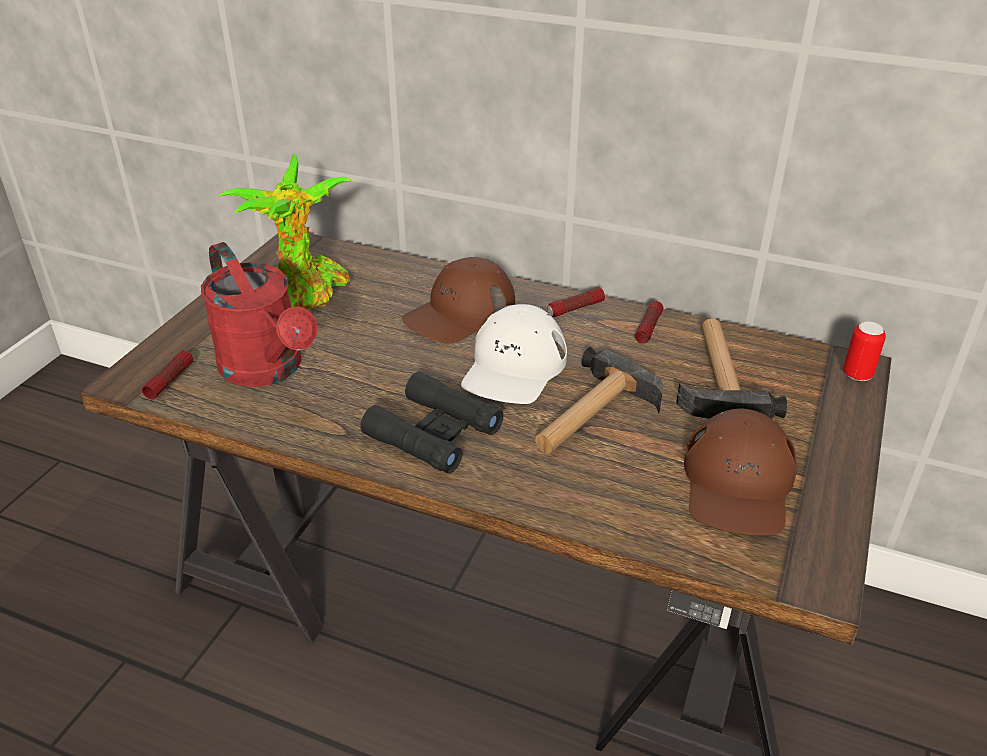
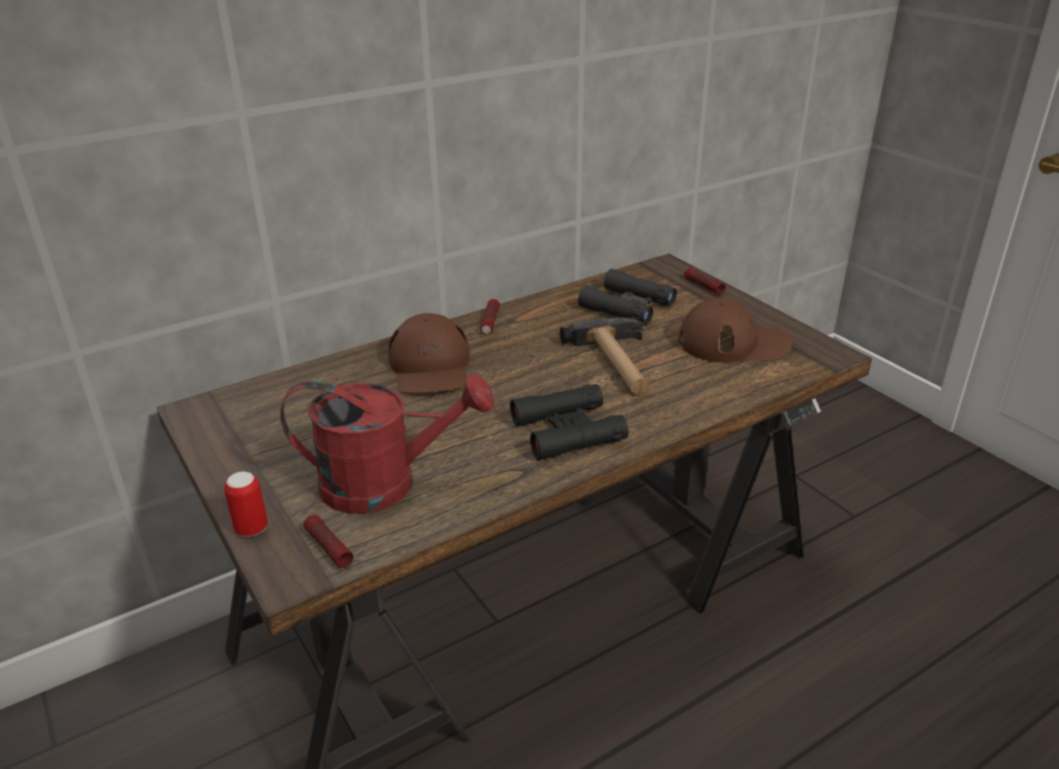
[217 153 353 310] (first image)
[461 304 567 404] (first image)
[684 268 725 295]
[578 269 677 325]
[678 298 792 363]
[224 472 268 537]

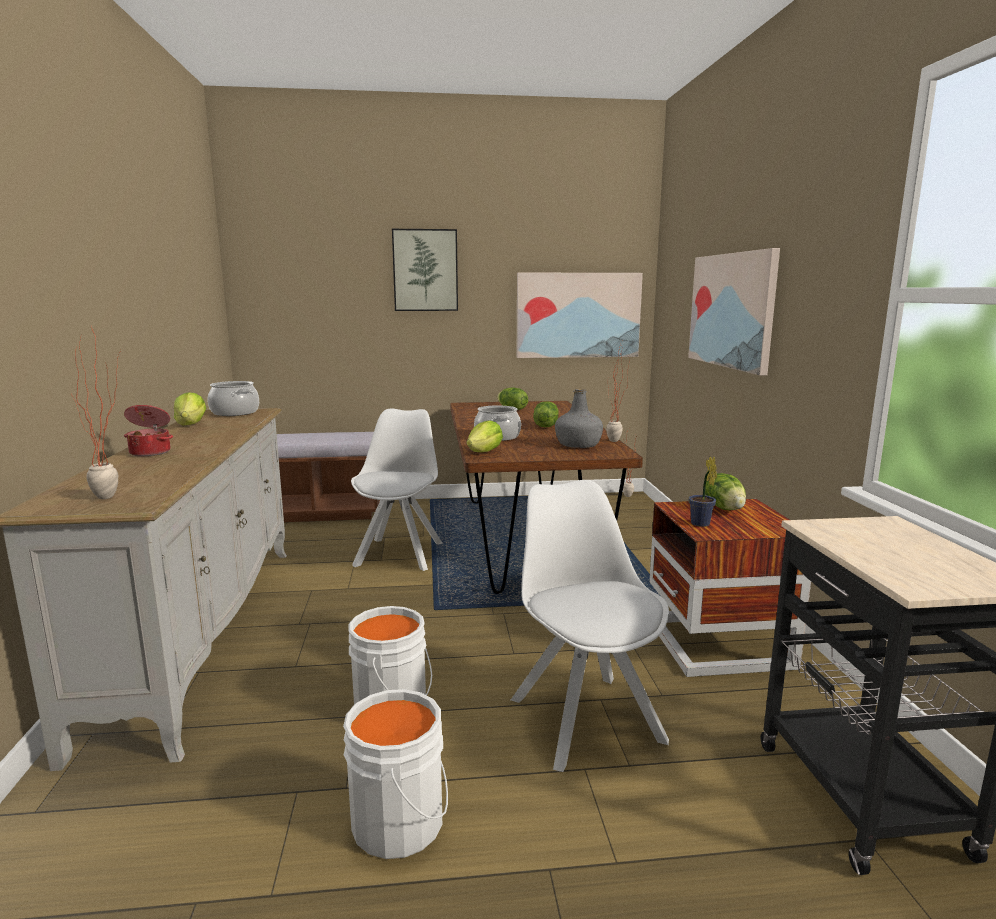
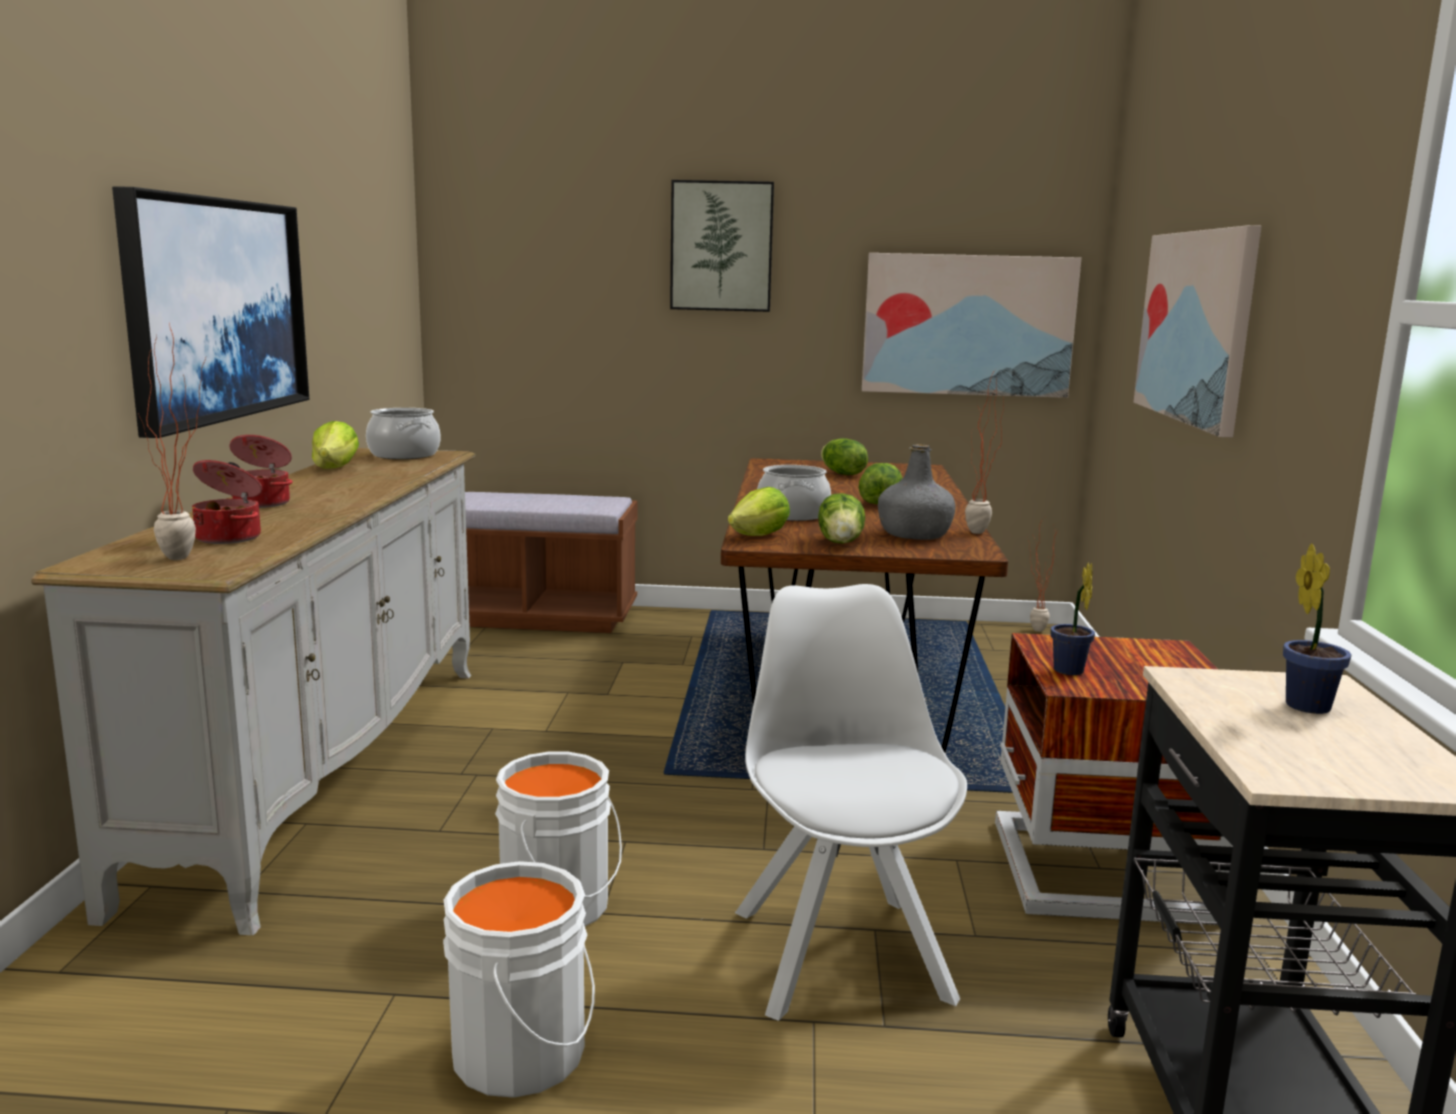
[351 409 443 571] (first image)
[818 493 865 544]
[112 186 309 438]
[192 460 262 544]
[1283 544 1352 714]

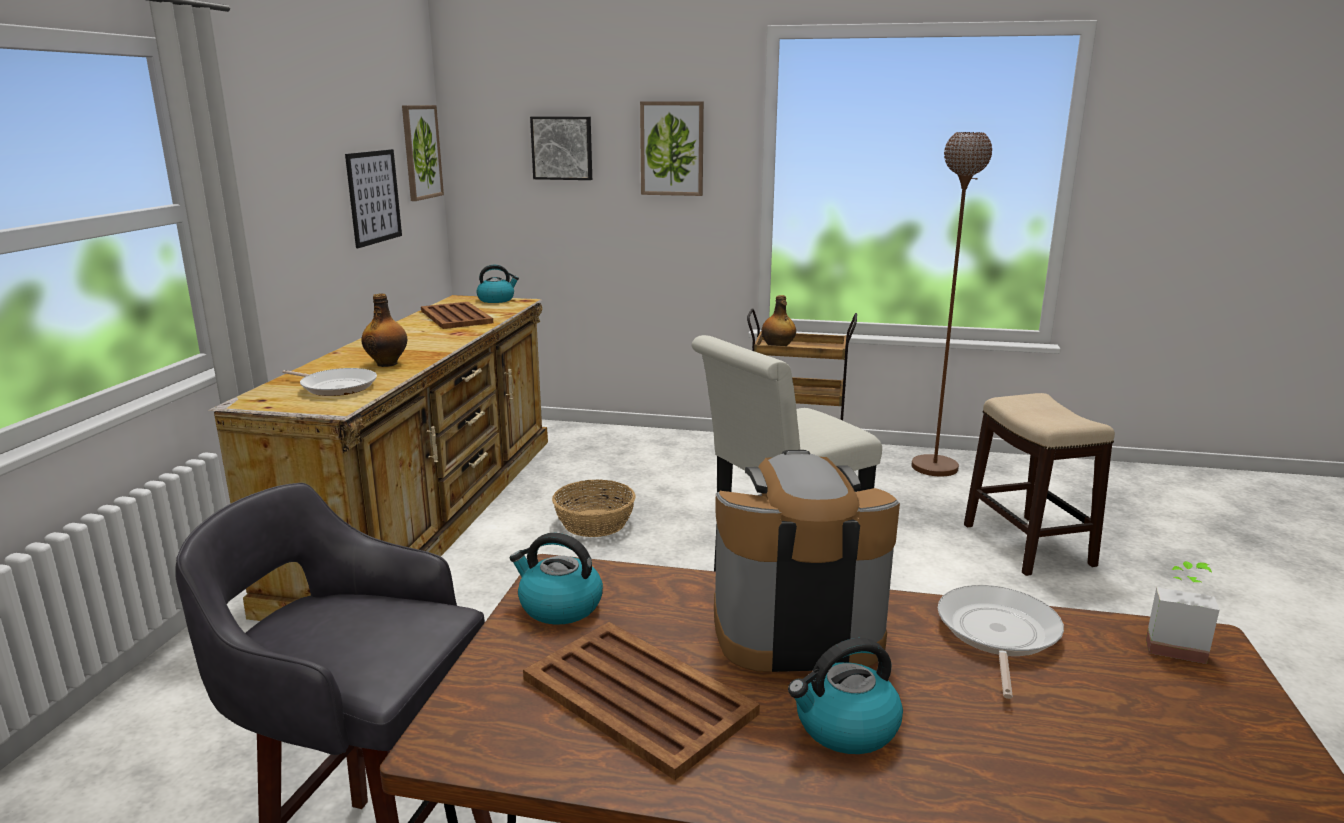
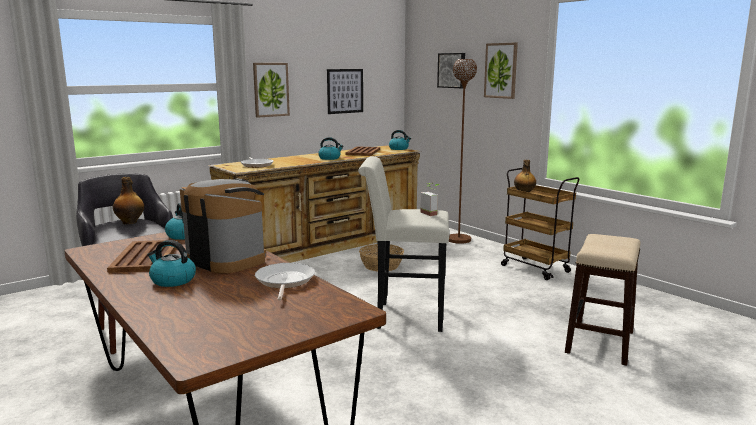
[113 177 144 225]
[253 63 290 118]
[449 59 477 244]
[255 263 315 301]
[420 183 440 216]
[318 137 344 160]

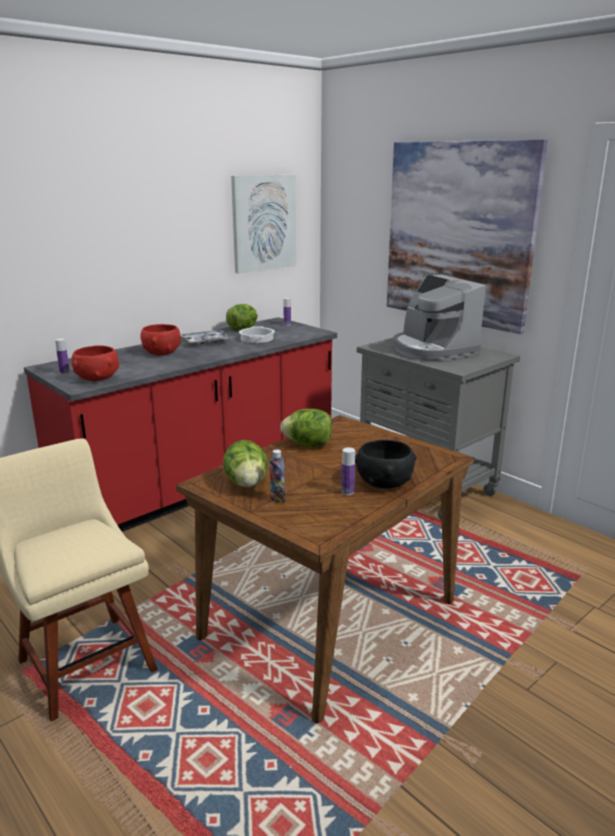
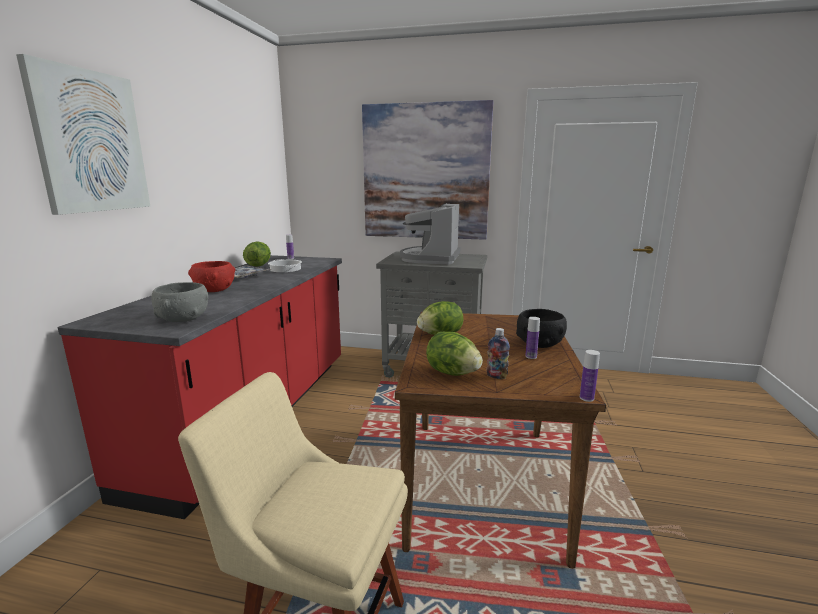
[580 350 600 402]
[151 282 208 322]
[16 54 150 215]
[400 203 460 264]

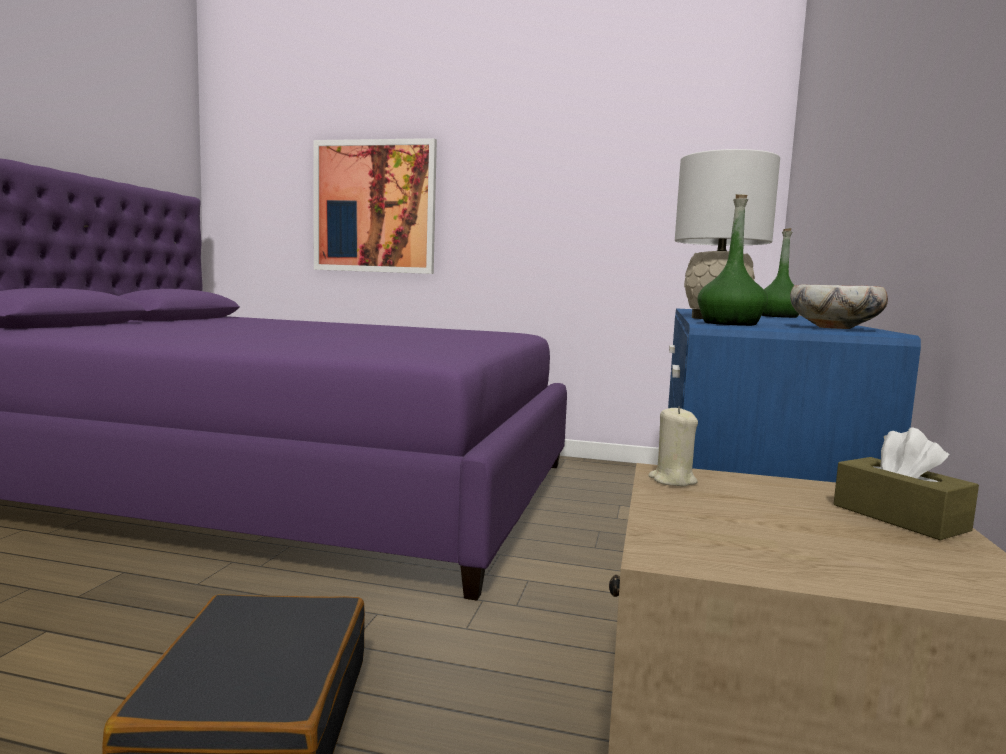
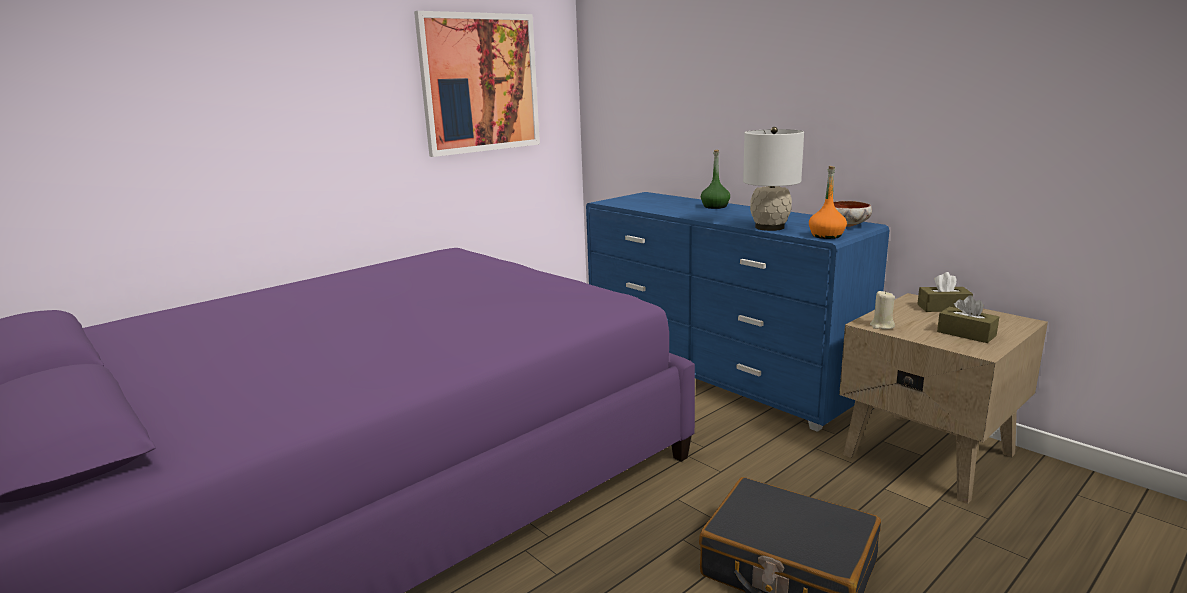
[414 11 540 157]
[809 166 847 239]
[937 296 999 343]

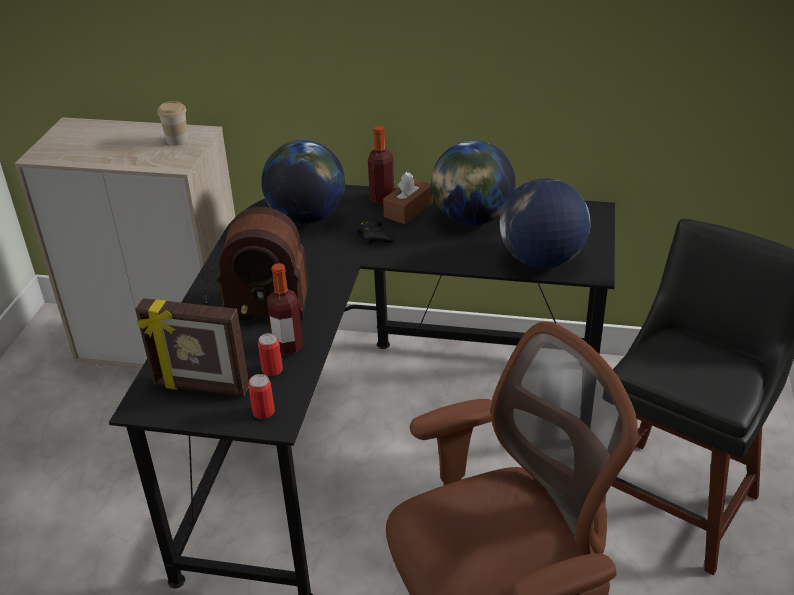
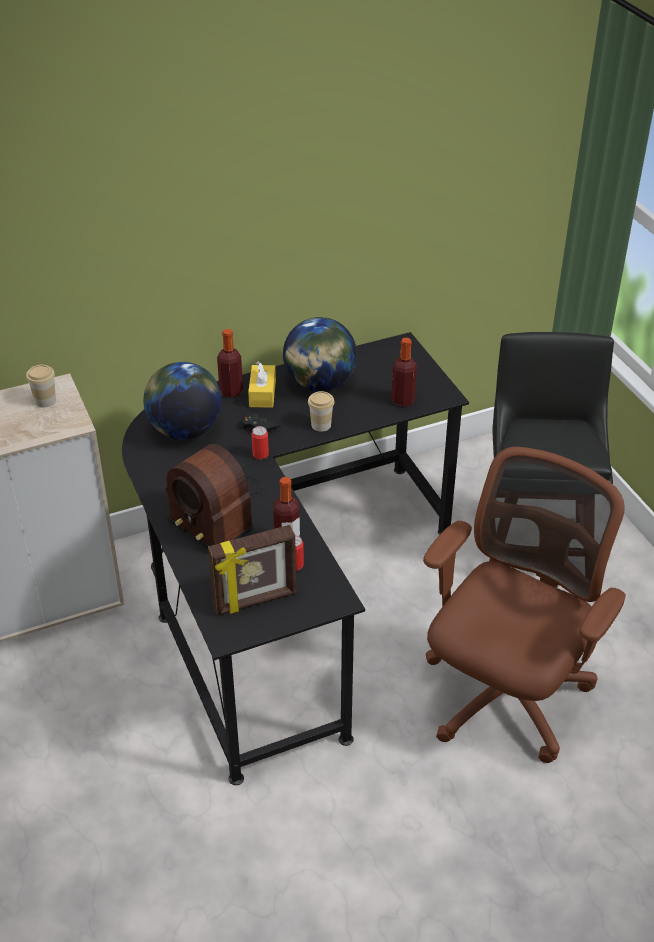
[166 444 264 549]
[252 426 269 459]
[248 362 276 408]
[391 338 417 407]
[308 391 335 432]

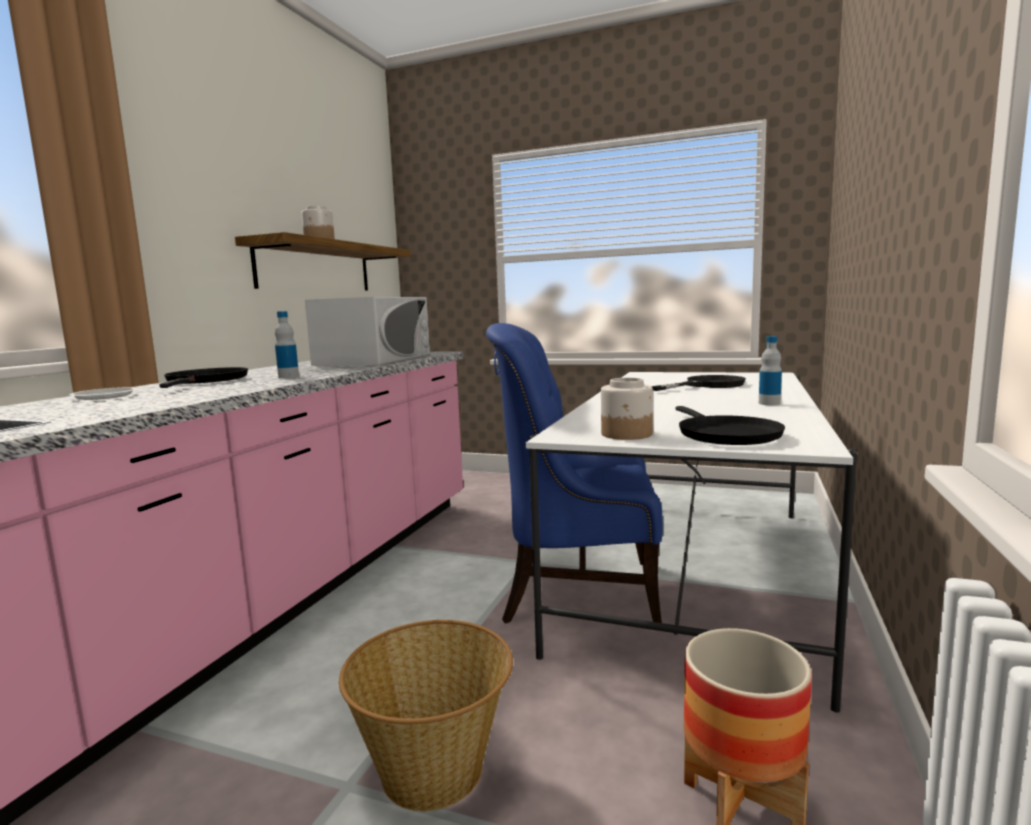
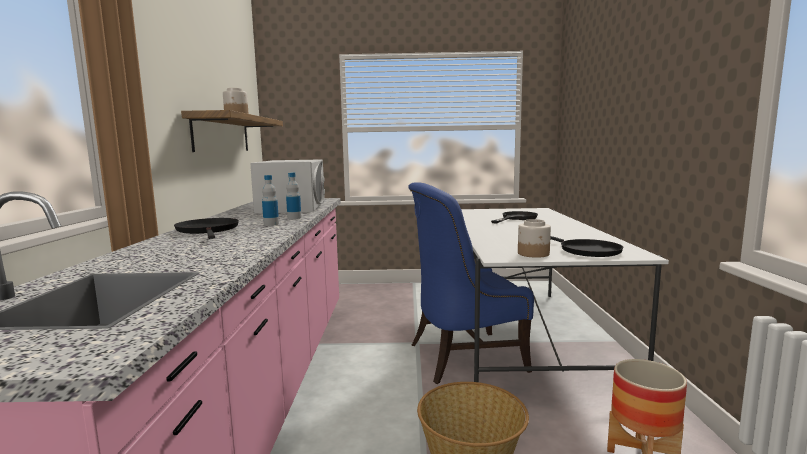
[69 387 137 400] (first image)
[286 173 301 219]

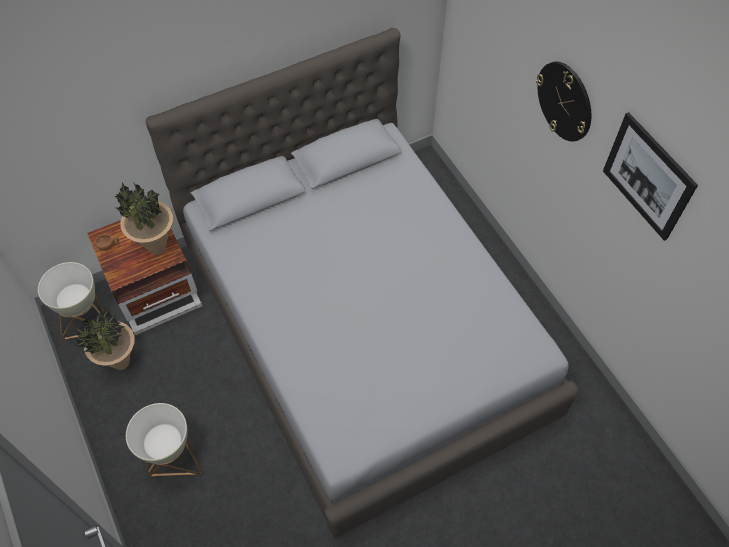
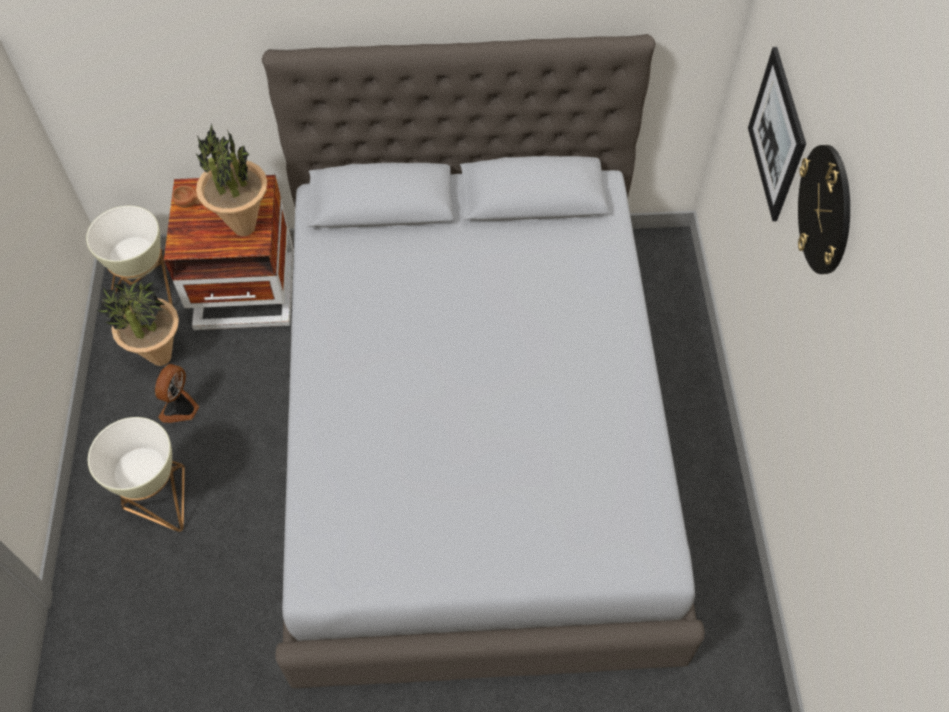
[748 47 806 221]
[155 364 199 423]

